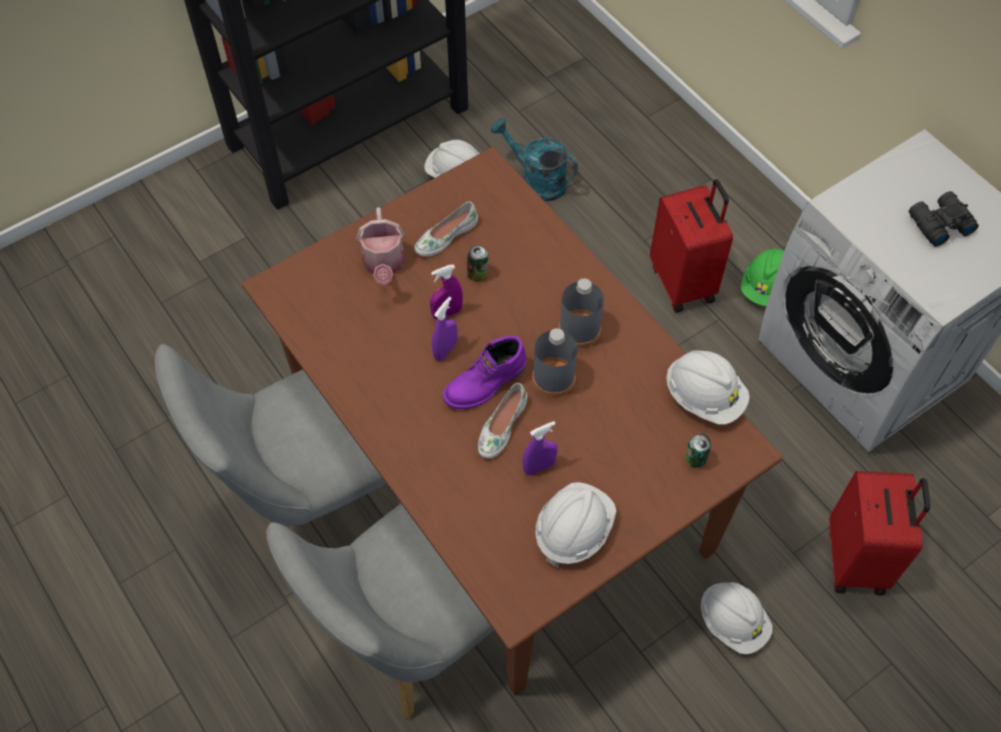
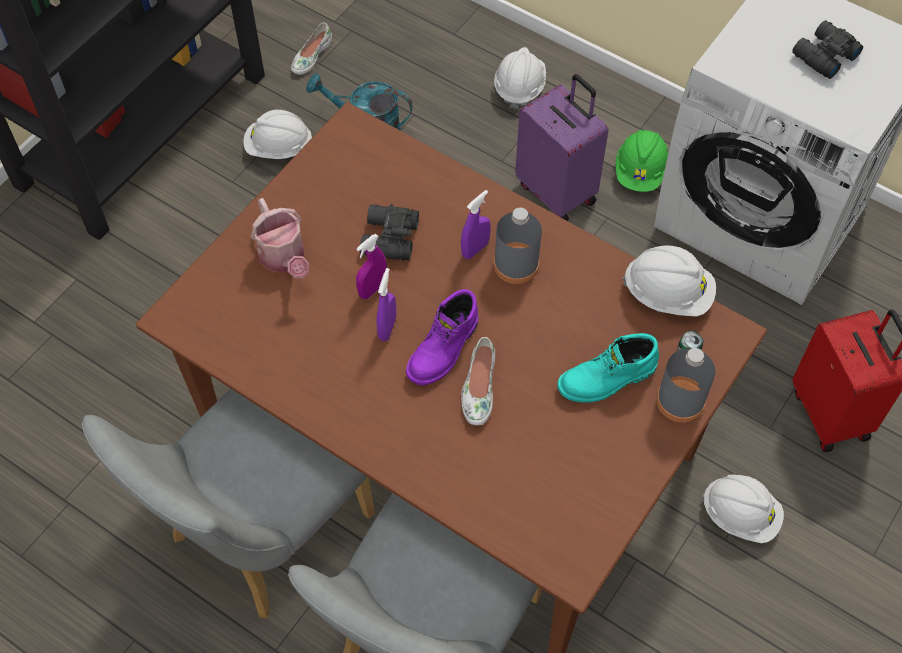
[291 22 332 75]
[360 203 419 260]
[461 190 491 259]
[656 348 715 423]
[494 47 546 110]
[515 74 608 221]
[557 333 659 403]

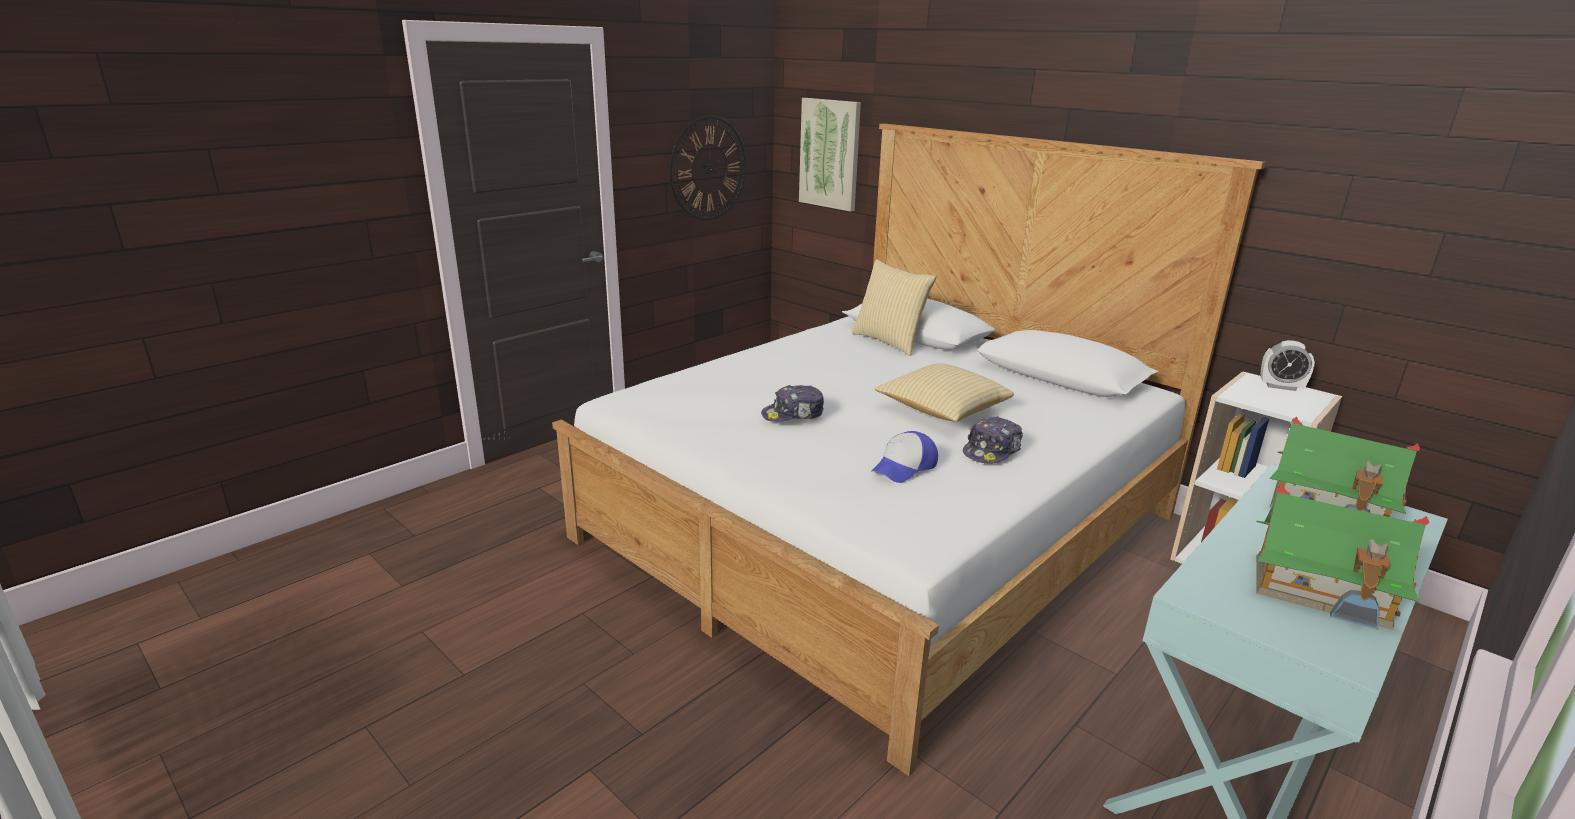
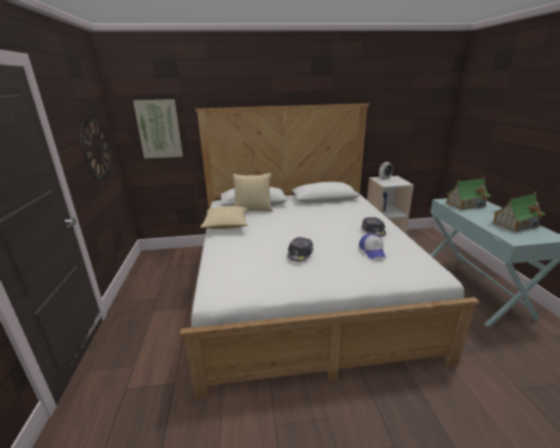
[200 206 248 229]

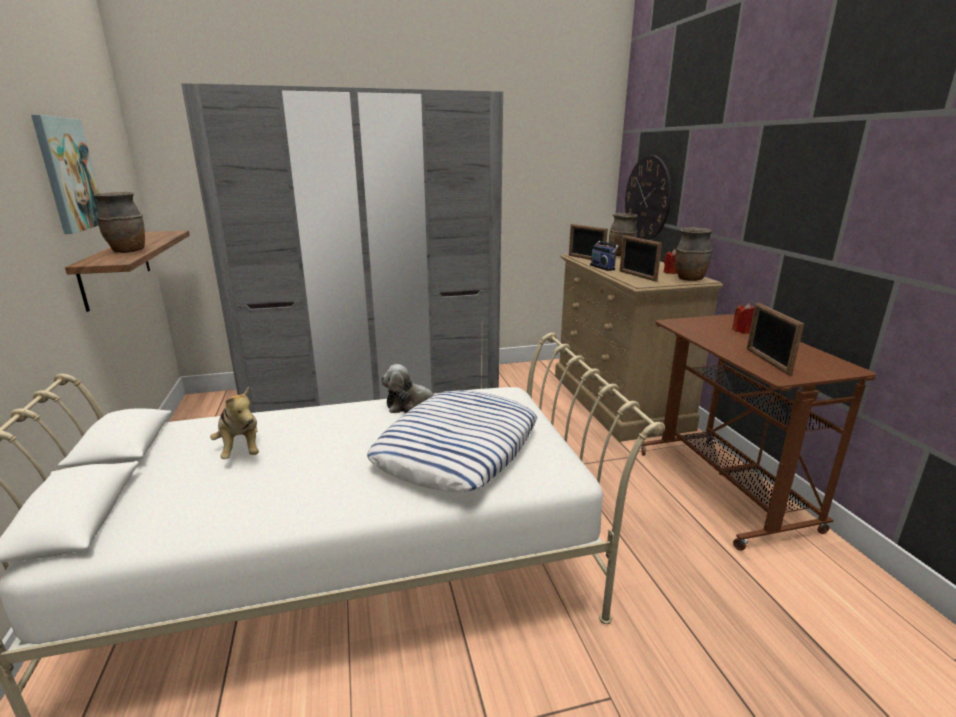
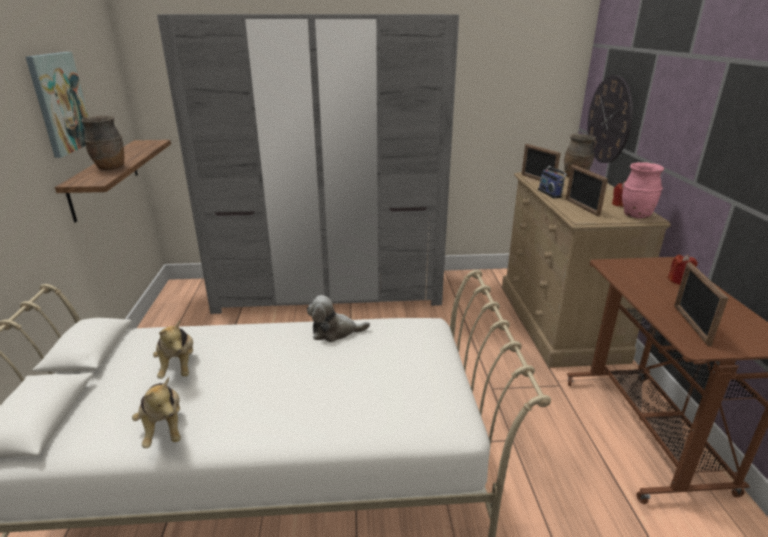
[367 390 537 492] (first image)
[622 162 664 219]
[132 377 181 448]

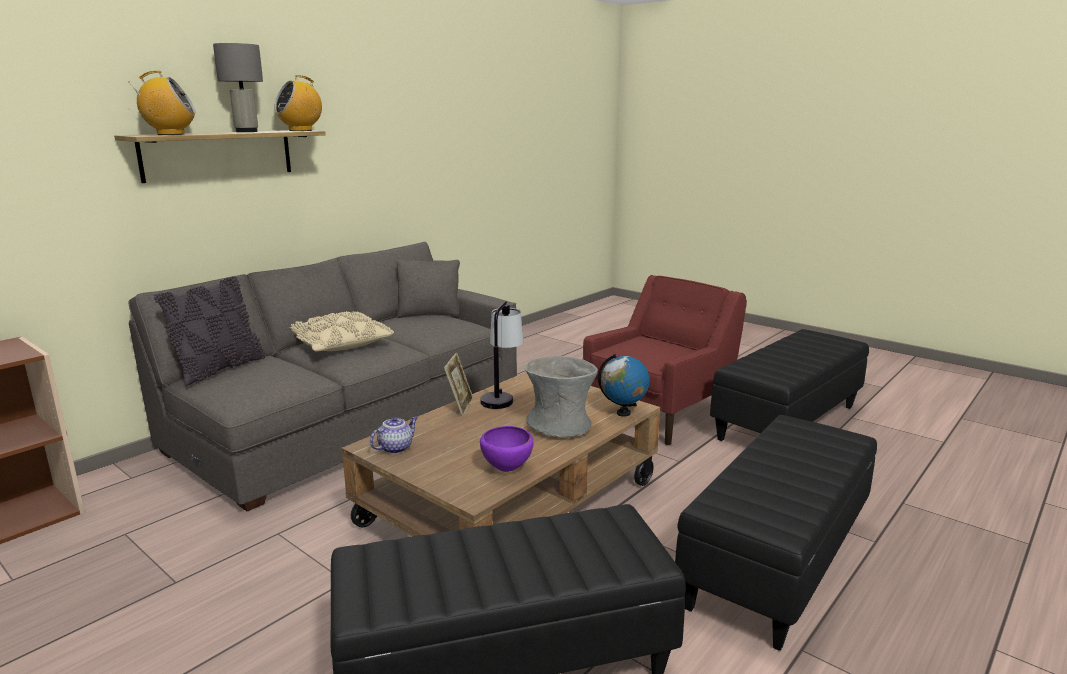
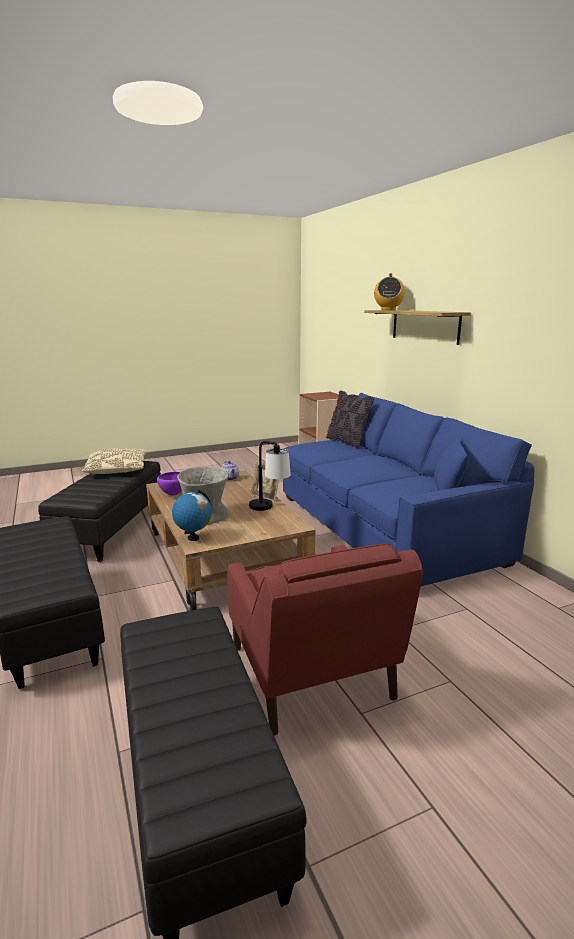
[283 393 534 588]
[213 43 263 132] (first image)
[274 75 322 131] (first image)
[82 448 146 474]

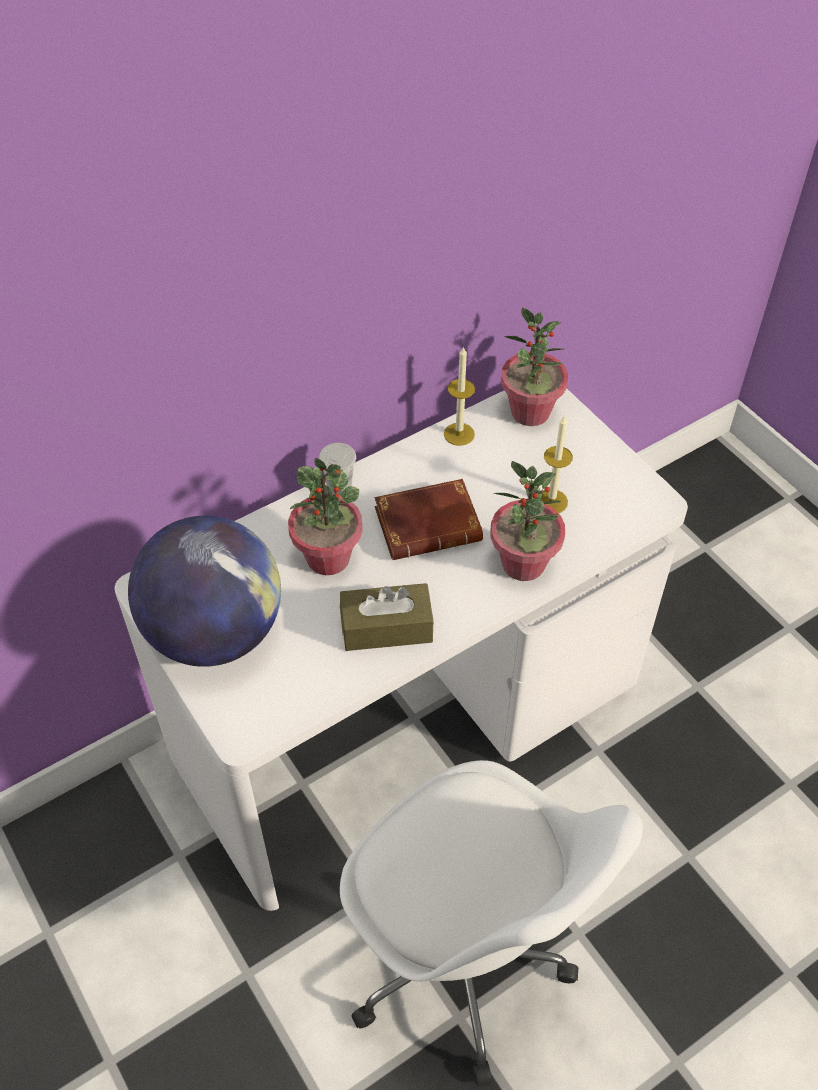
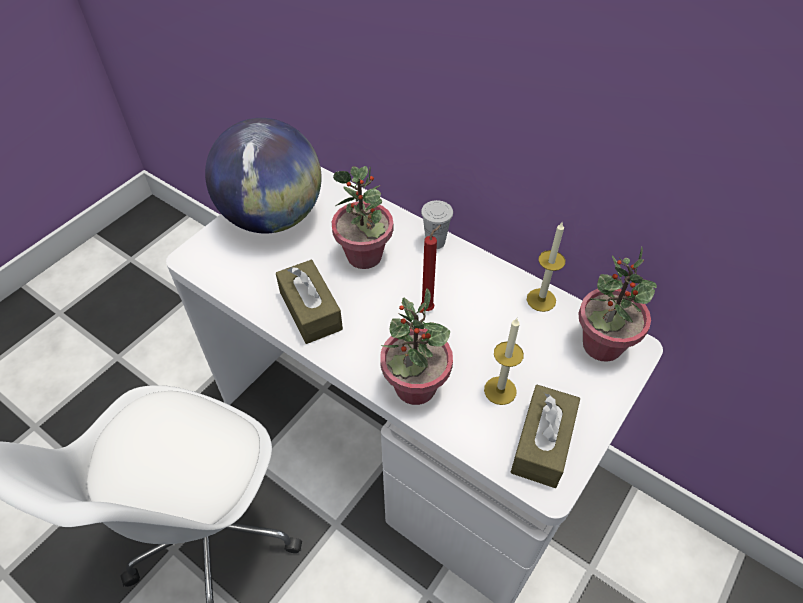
[421 225 441 311]
[511 385 580 488]

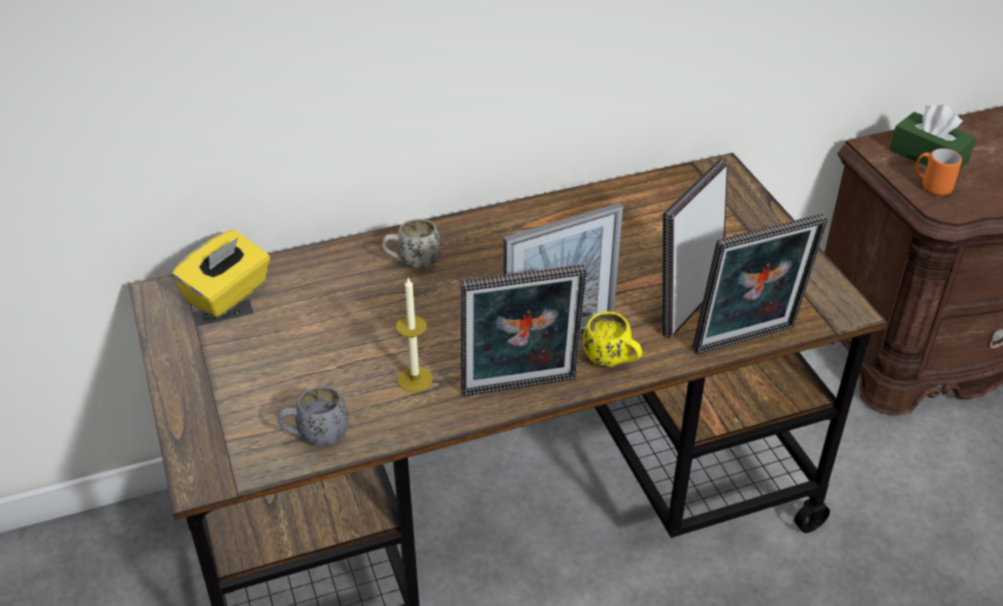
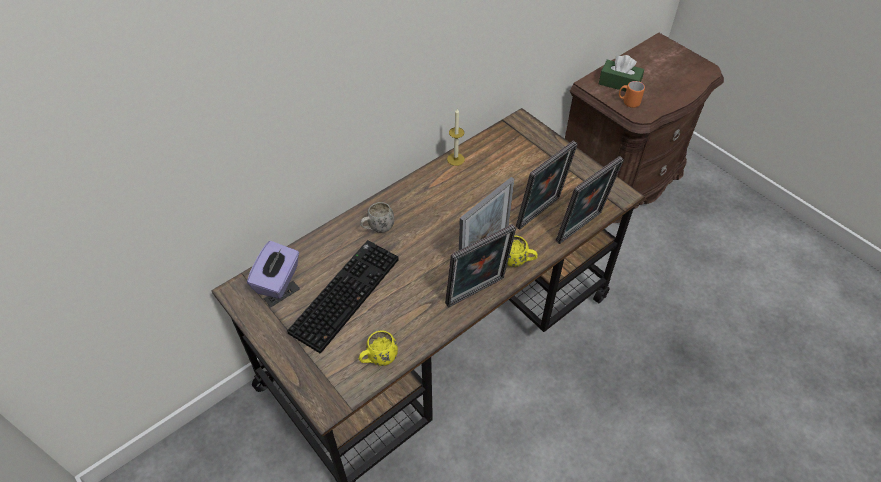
[247 241 299 299]
[359 330 398 366]
[447 109 465 166]
[516 140 578 230]
[287 240 399 353]

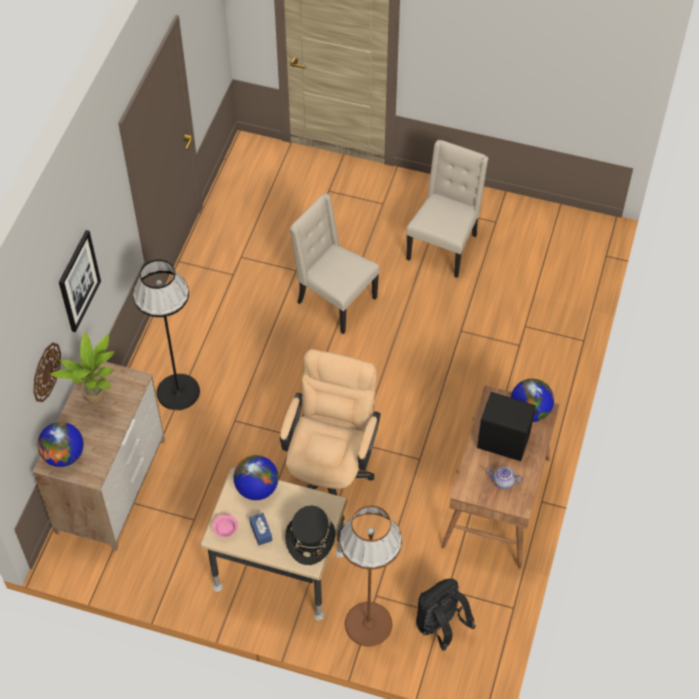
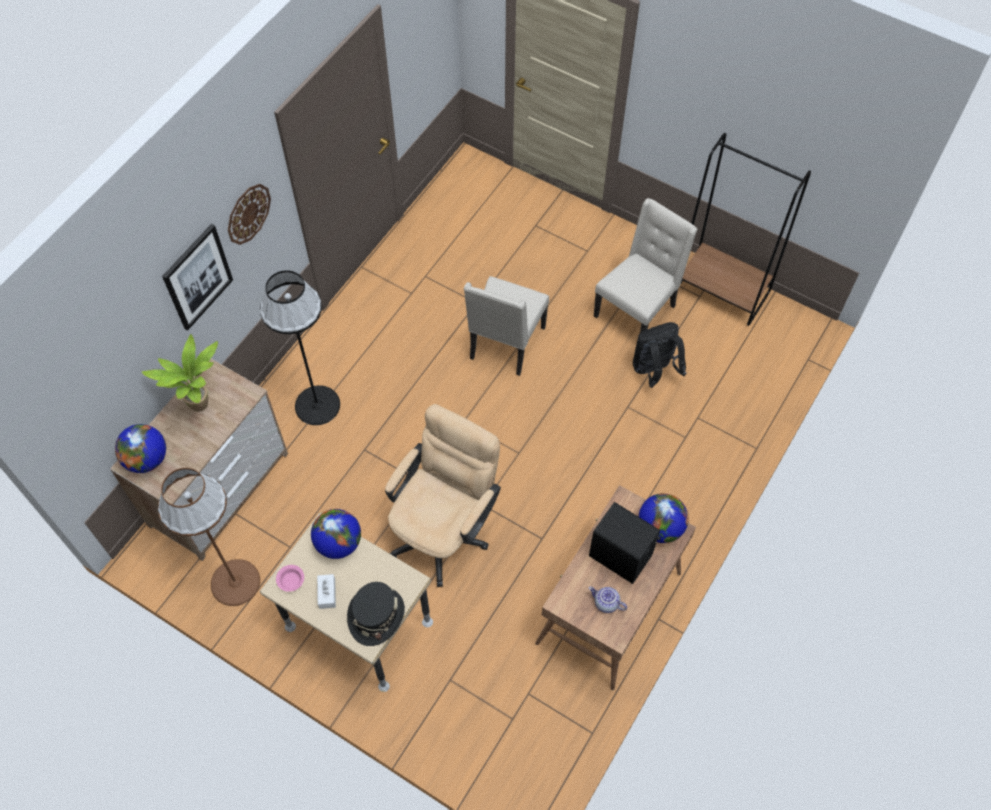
[228 184 271 245]
[317 574 336 609]
[464 276 549 376]
[158 468 260 606]
[633 322 687 388]
[681 133 811 326]

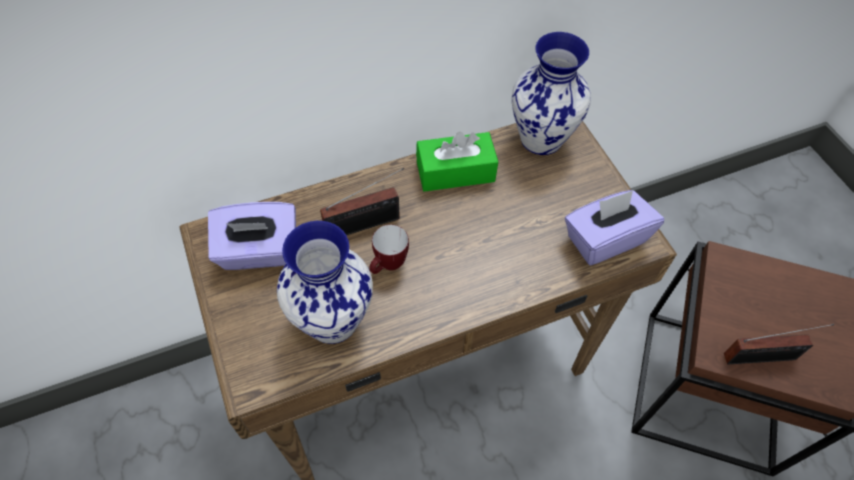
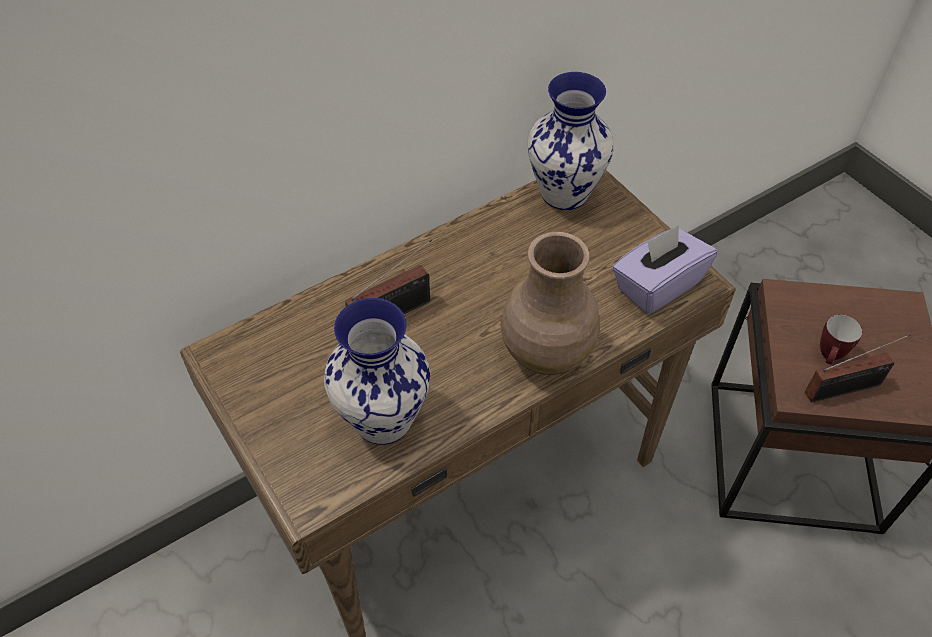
[208 202 296 270] (first image)
[820 314 863 364]
[416 132 498 192] (first image)
[501 232 600 375]

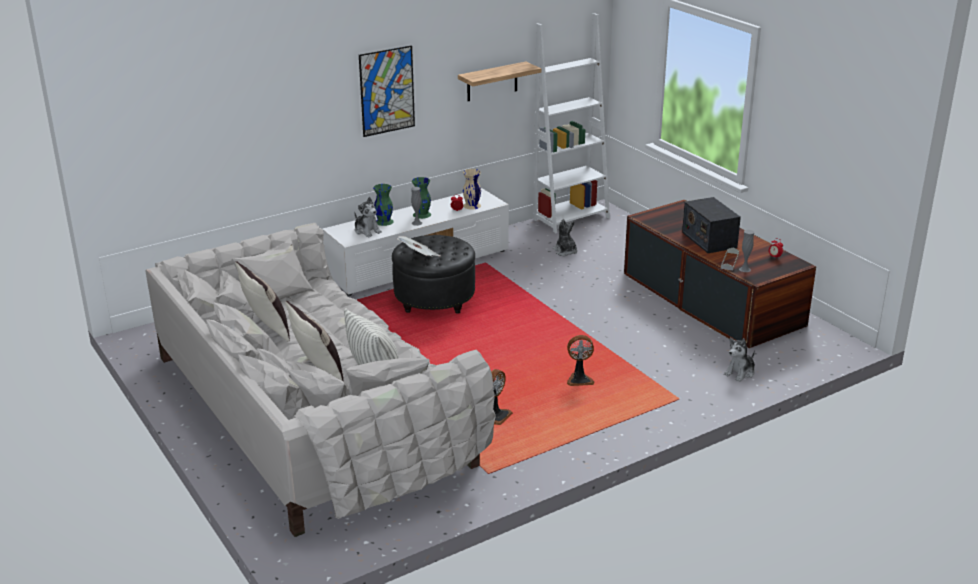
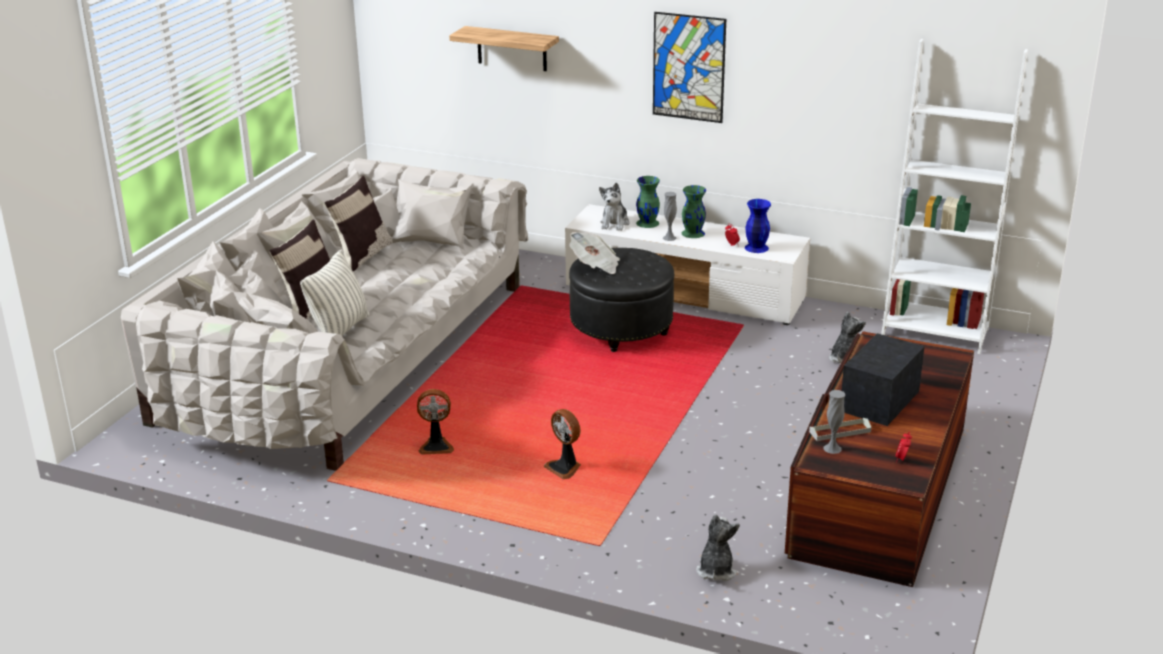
[449 26 559 71]
[745 199 771 253]
[696 514 740 581]

